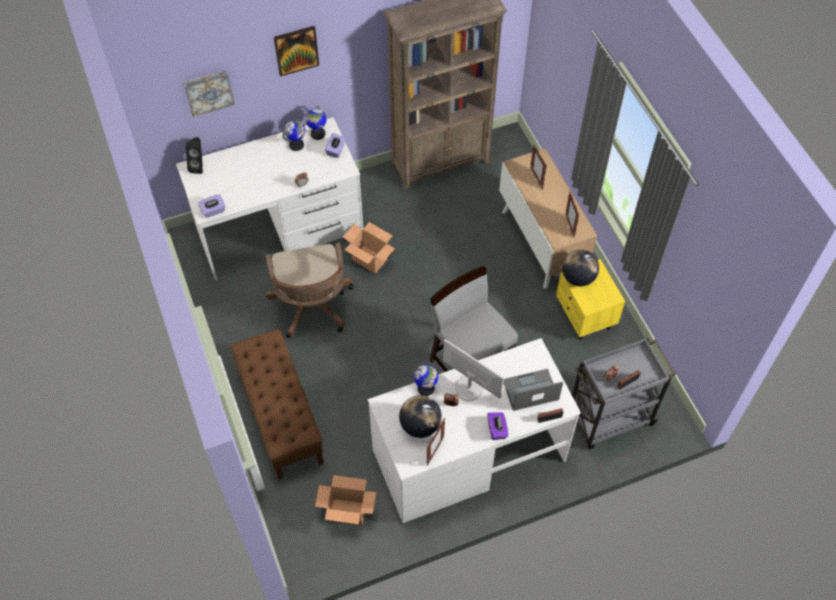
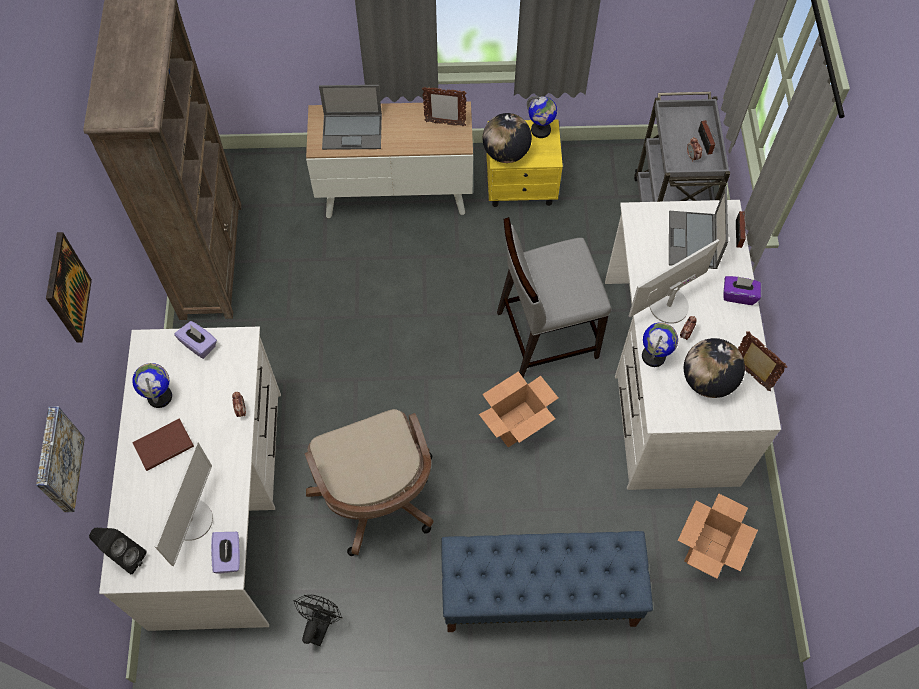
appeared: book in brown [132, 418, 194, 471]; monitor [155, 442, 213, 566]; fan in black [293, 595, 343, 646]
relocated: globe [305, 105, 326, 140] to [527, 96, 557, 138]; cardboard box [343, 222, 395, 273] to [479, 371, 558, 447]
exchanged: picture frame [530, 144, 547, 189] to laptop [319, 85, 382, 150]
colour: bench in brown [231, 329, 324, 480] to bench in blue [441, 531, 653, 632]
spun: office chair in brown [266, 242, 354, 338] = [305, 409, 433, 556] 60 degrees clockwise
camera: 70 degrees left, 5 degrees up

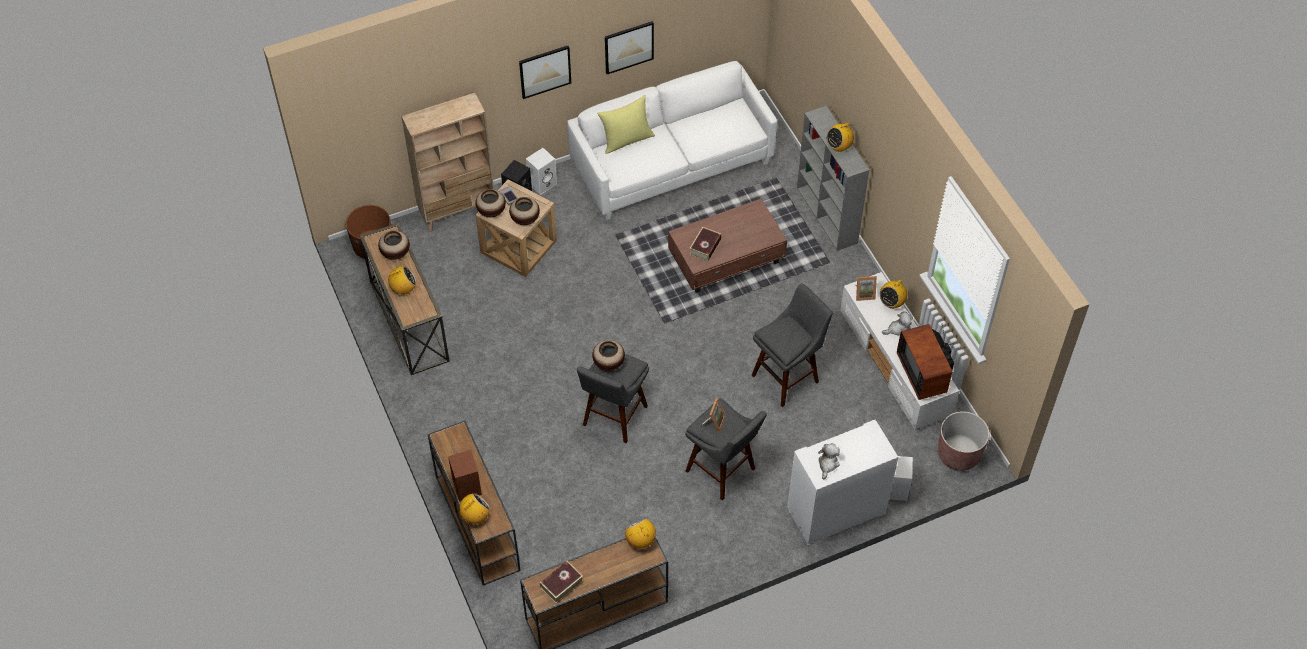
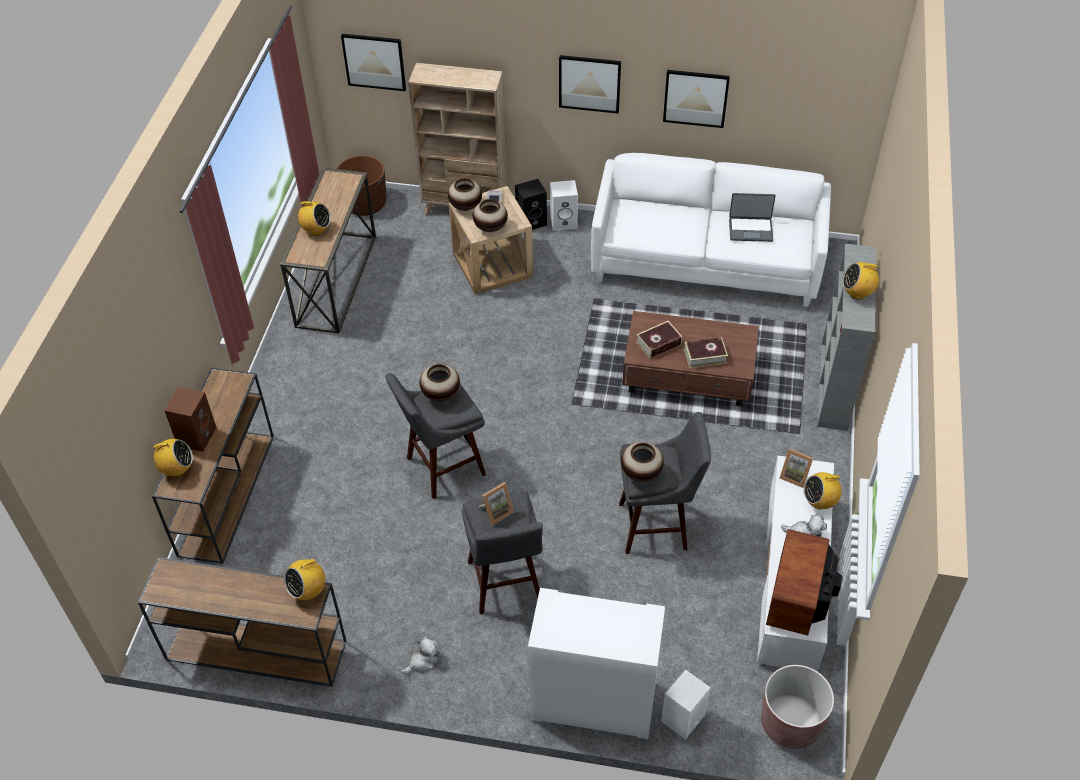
missing: pillow in yellow [597, 95, 655, 154]
appeared: picture [341, 34, 406, 91]; laptop [729, 193, 775, 242]
relocated: vase [378, 230, 410, 260] to [621, 442, 664, 482]; book [540, 561, 583, 604] to [684, 337, 728, 368]; plush toy [818, 443, 840, 480] to [401, 636, 438, 674]
spun: radio [625, 518, 656, 549] = [284, 551, 325, 600] 135 degrees counterclockwise
camera: 35 degrees right, 5 degrees down

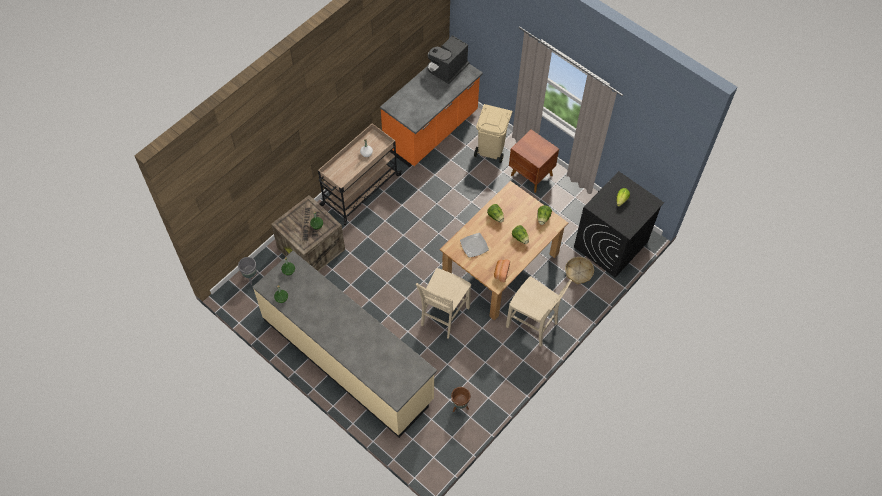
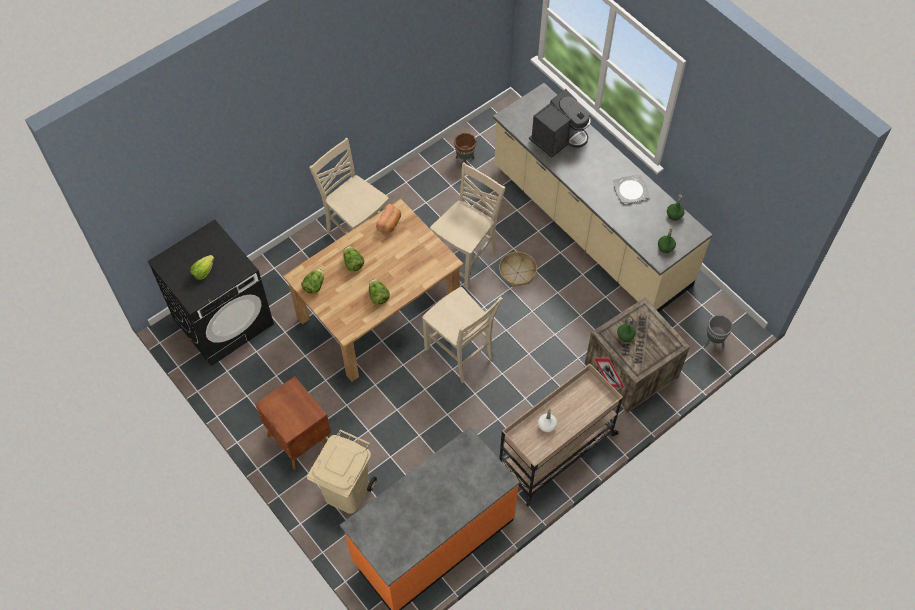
appeared: chair in beige [422, 287, 502, 383]
relocated: coffee machine [427, 35, 469, 84] to [529, 89, 591, 158]; plate [460, 233, 489, 258] to [613, 174, 650, 203]; basket [565, 257, 594, 285] to [499, 252, 537, 287]
camera: 170 degrees left, 0 degrees up

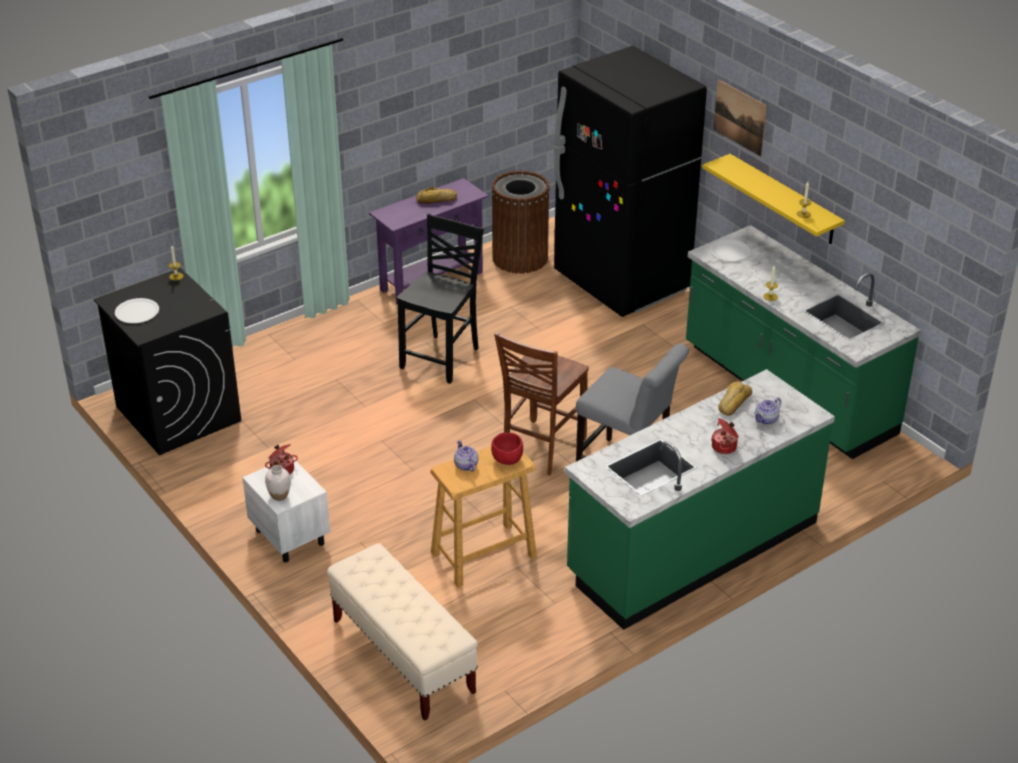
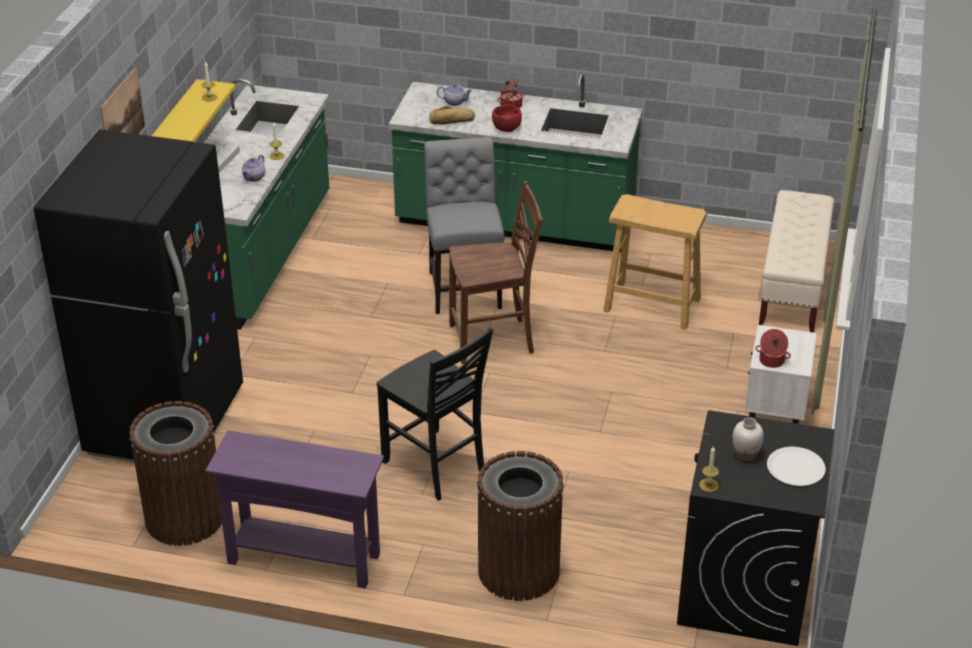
missing: bread [417, 187, 457, 204]
appeared: trash can in brown [477, 451, 564, 601]
relocated: vase in white [265, 465, 291, 501] to [733, 418, 764, 461]; teapot [454, 440, 478, 471] to [242, 155, 265, 182]; bowl in red [491, 433, 523, 465] to [492, 105, 522, 132]
spun: chair in black [397, 213, 484, 384] = [377, 327, 493, 501] 120 degrees counterclockwise
camera: 130 degrees left, 0 degrees up

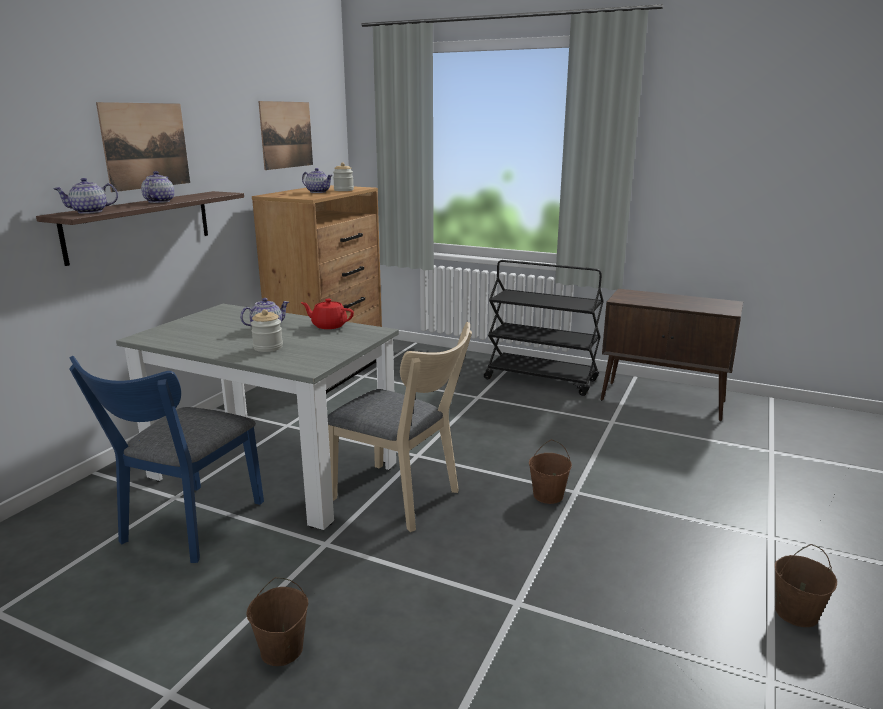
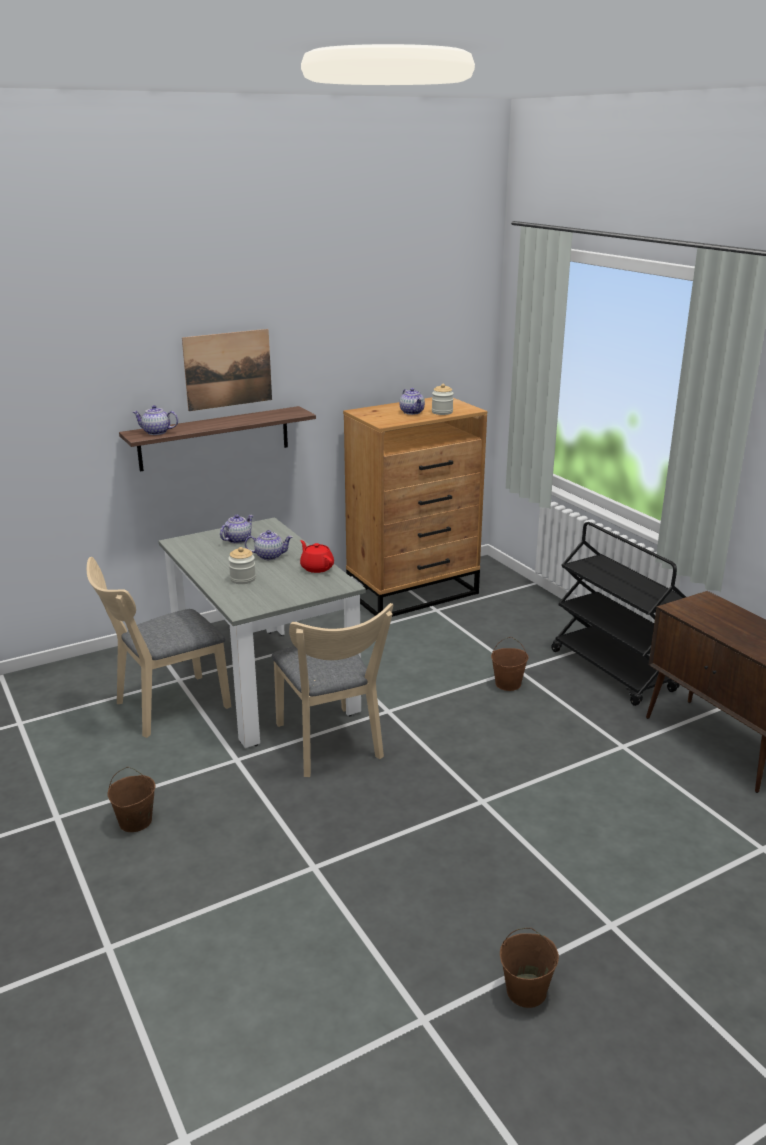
missing: picture [258, 101, 313, 170]
relocated: teapot [141, 171, 174, 203] to [220, 515, 254, 544]; bucket in brown [529, 440, 572, 504] to [491, 637, 528, 691]
colour: chair in blue [69, 356, 264, 563] to chair in beige [86, 557, 231, 738]
camera: 35 degrees right, 5 degrees up

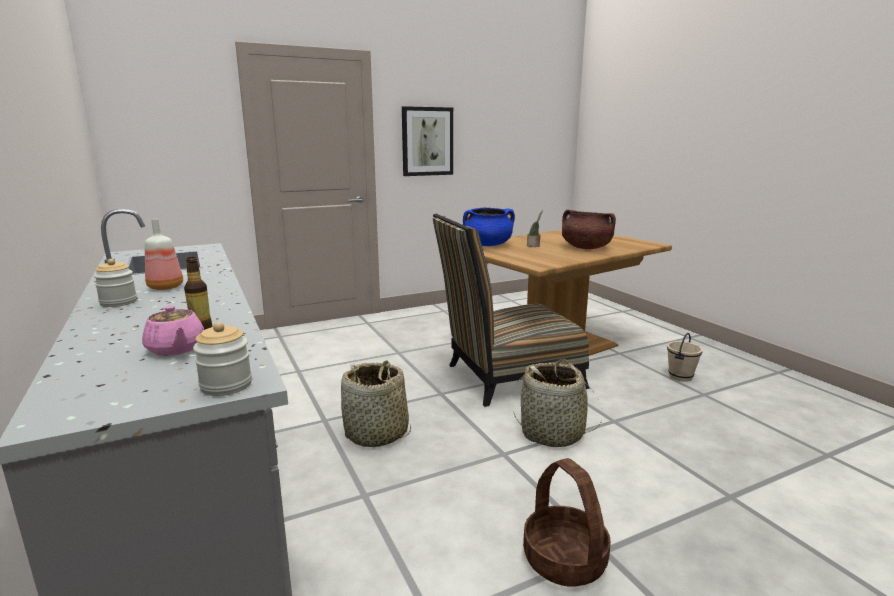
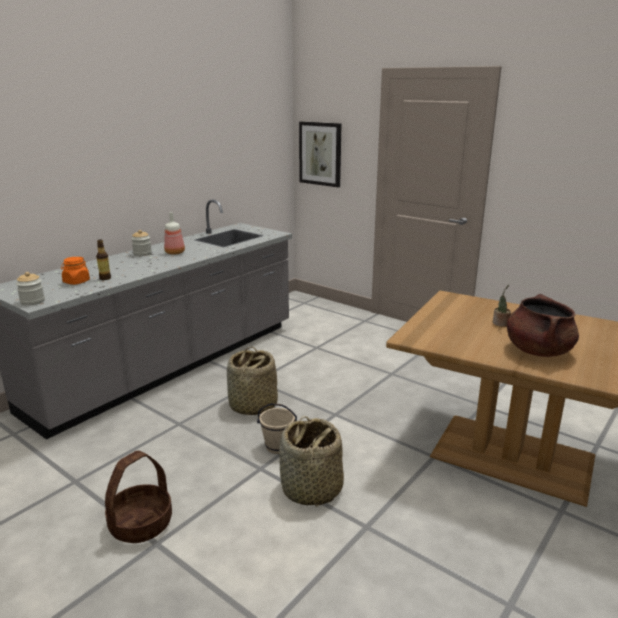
missing: chair [433, 214, 589, 407]; cooking pot in blue [463, 207, 515, 246]
relocated: picture [402, 106, 453, 176] to [299, 121, 342, 187]; bucket in beige [667, 333, 703, 382] to [257, 403, 297, 454]
exchanged: teapot in pink [142, 306, 204, 356] to jar in orange [61, 257, 90, 285]
camera: 65 degrees right, 5 degrees up

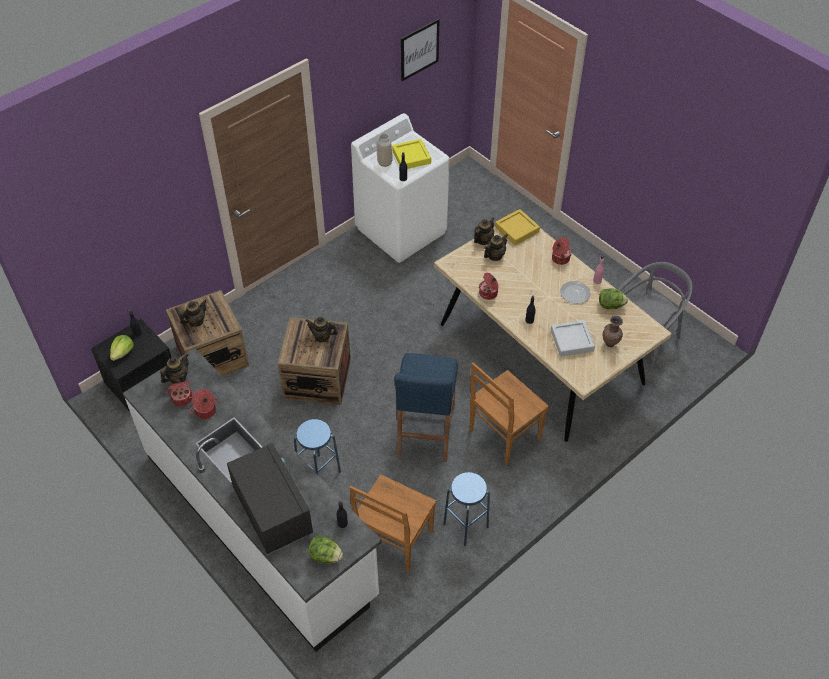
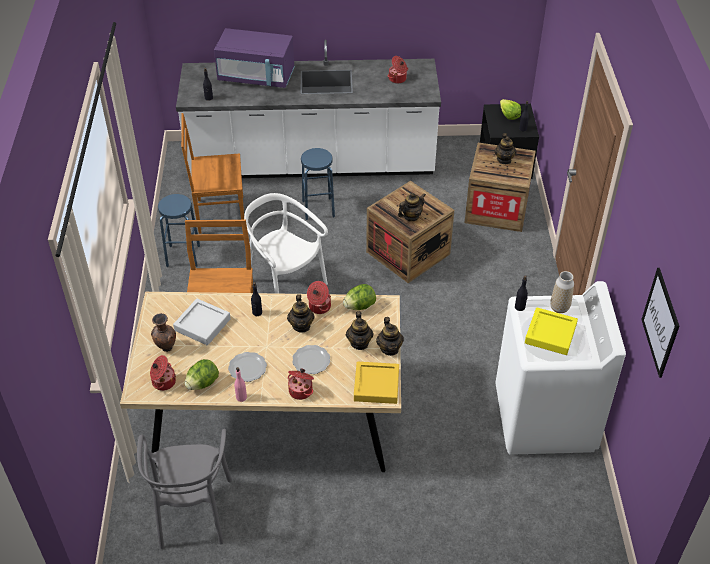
appeared: plate [292, 345, 330, 374]
relocated: teapot [160, 354, 189, 384] to [287, 294, 315, 333]; cooking pot [190, 389, 219, 419] to [150, 355, 176, 391]; lettuce [308, 536, 343, 564] to [343, 284, 376, 310]
exchanged: stool in blue [394, 353, 458, 462] to chair in white [244, 193, 328, 294]
colour: microwave in black [227, 443, 313, 555] to microwave in purple [214, 28, 295, 88]
spun: chair in brown [350, 474, 436, 573] = [181, 113, 244, 234] 75 degrees counterclockwise
camera: 130 degrees right, 5 degrees down

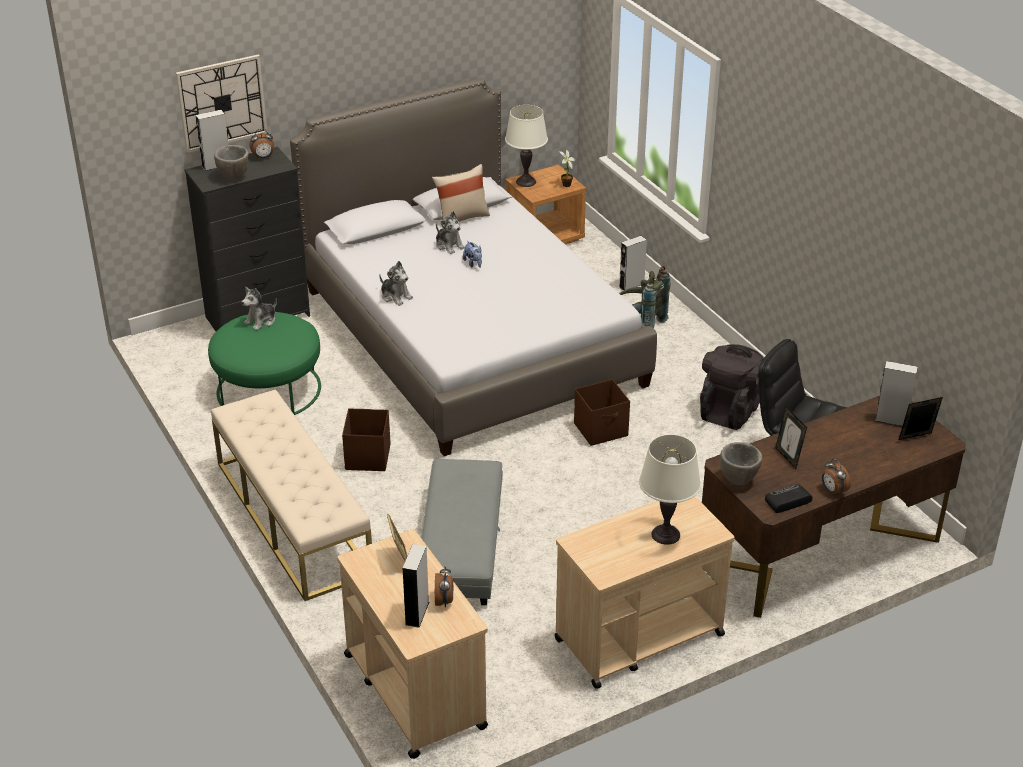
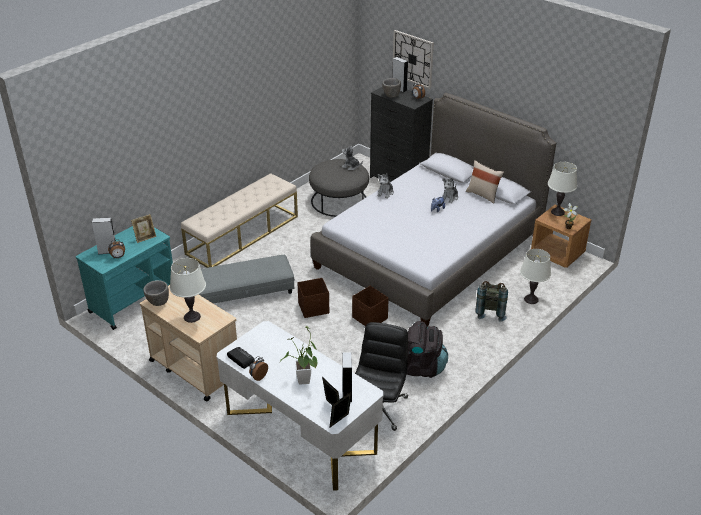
appeared: potted plant [280, 326, 317, 385]
relocated: storage box in brown [342, 408, 391, 471] to [297, 278, 329, 318]; bowl in grey [720, 442, 762, 485] to [143, 280, 169, 306]; picture frame [775, 407, 807, 469] to [329, 391, 352, 428]
exchanged: speaker in grey [619, 236, 647, 291] to table lamp in white [520, 249, 551, 304]
colour: ottoman in green [208, 312, 321, 415] to ottoman in grey [309, 159, 369, 217]; cart in beige [337, 529, 488, 759] to cart in turquoise [76, 226, 173, 330]; desk in brown [702, 396, 966, 618] to desk in white [217, 321, 383, 491]
camera: 70 degrees right, 0 degrees up

